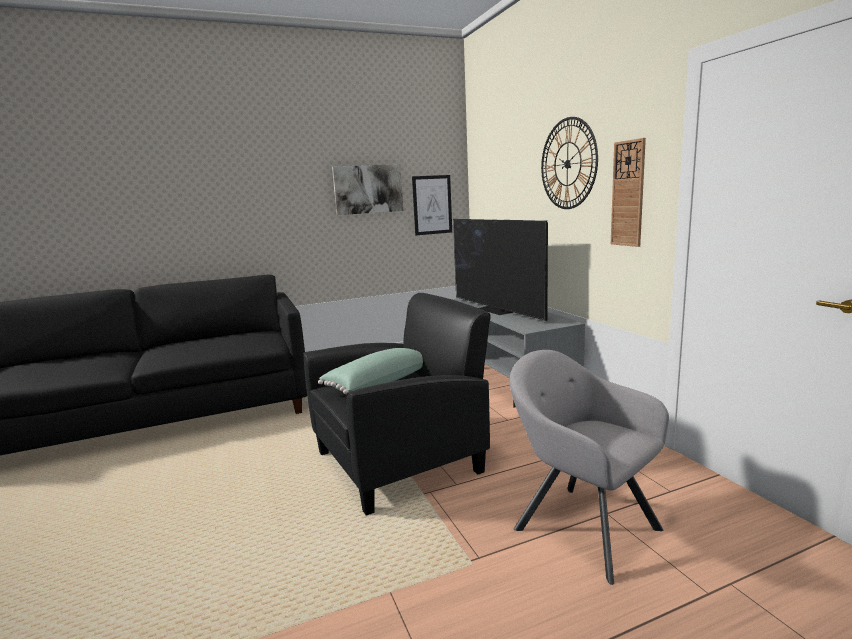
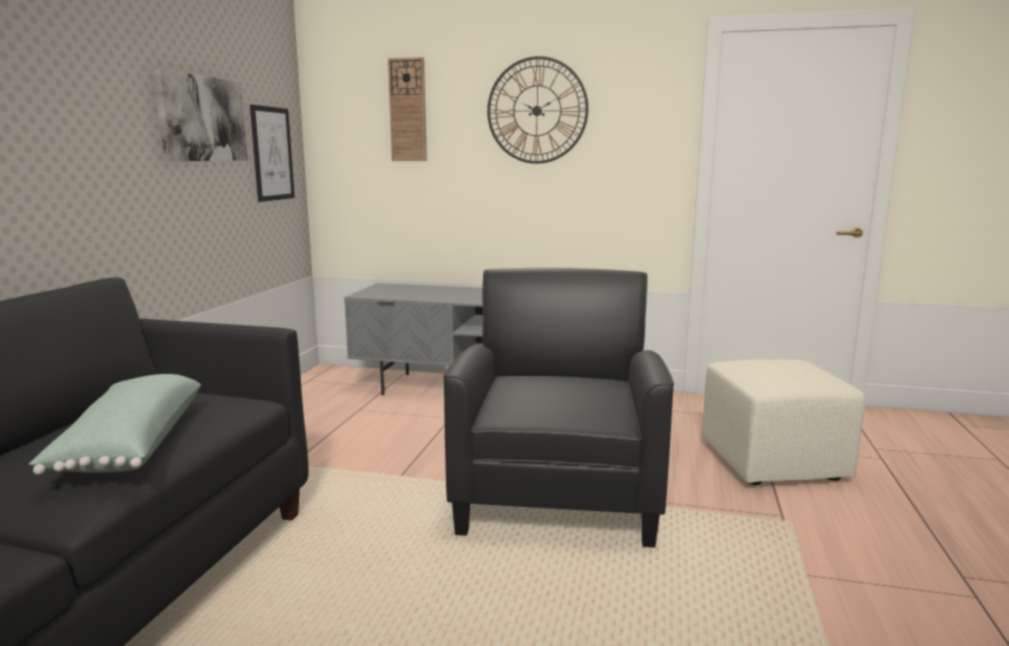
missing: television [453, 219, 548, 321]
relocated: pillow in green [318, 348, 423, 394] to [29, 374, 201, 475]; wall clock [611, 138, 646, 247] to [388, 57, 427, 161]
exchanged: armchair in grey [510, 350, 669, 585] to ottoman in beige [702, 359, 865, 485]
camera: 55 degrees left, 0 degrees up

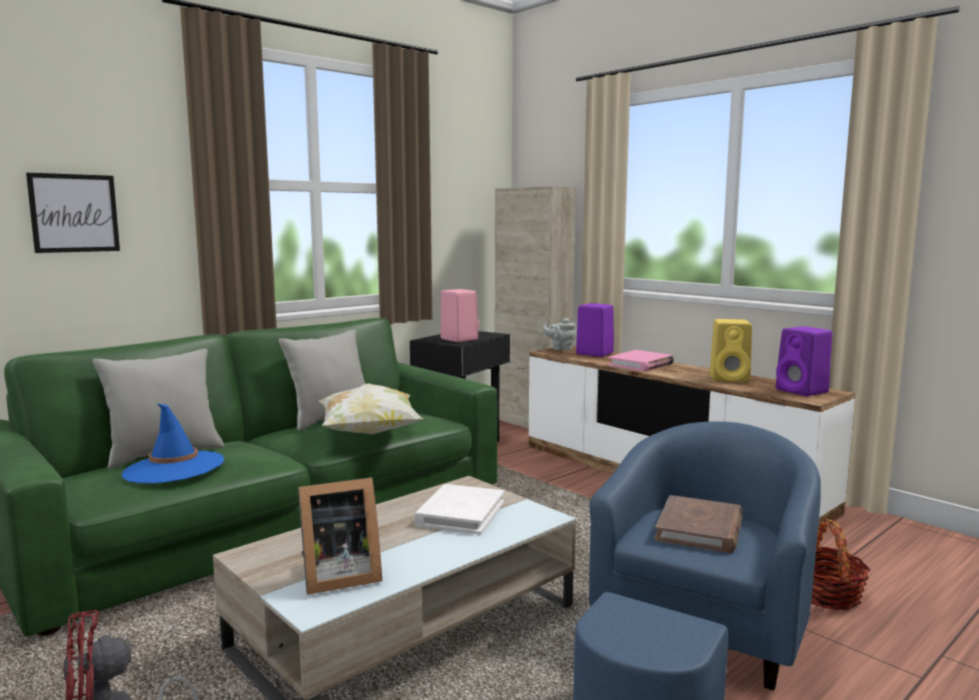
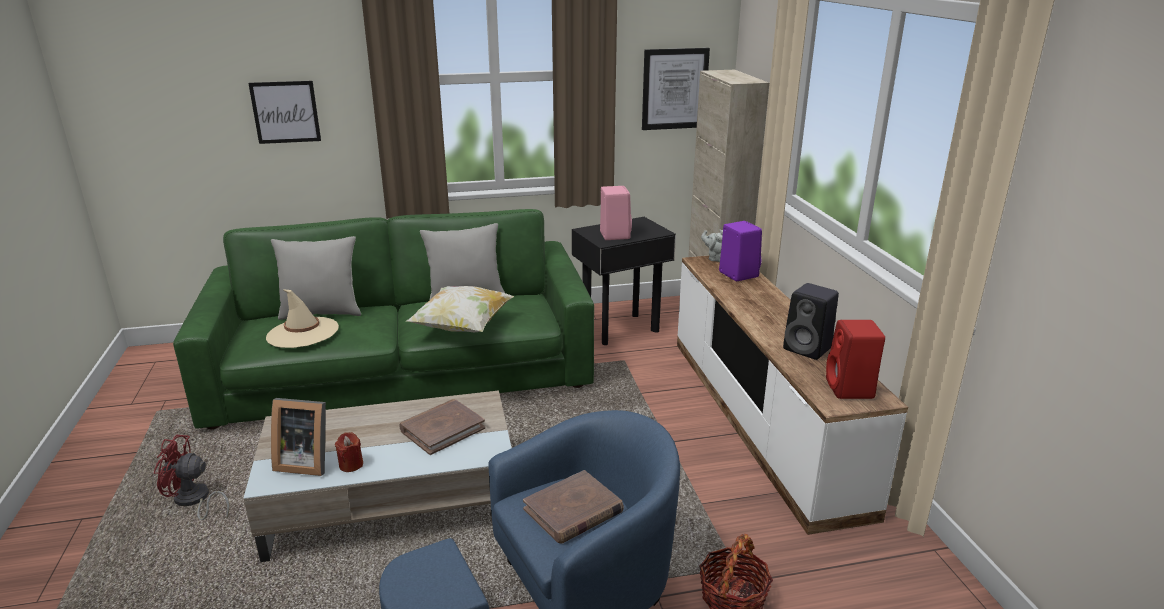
missing: book in pink [607, 350, 674, 371]
appeared: candle in red [335, 432, 363, 472]; picture [642, 48, 710, 130]
colour: hat in blue [122, 403, 224, 484] to hat in beige [266, 289, 339, 348]; book in white [413, 484, 504, 534] to book in brown [399, 399, 485, 455]; speaker in yellow [710, 319, 752, 382] to speaker in black [783, 283, 839, 360]; speaker in purple [776, 326, 832, 396] to speaker in red [826, 320, 885, 399]
camera: 30 degrees right, 15 degrees up

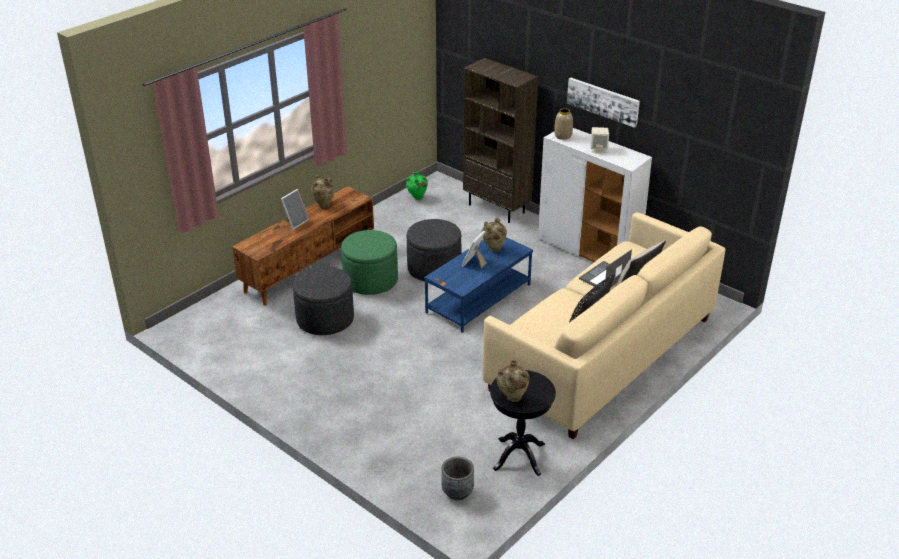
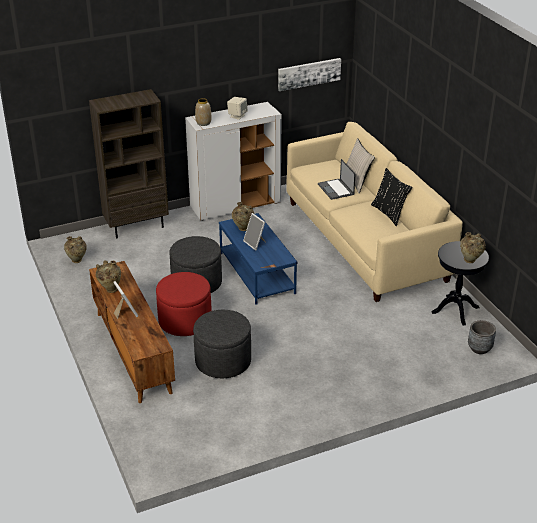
relocated: picture [567, 78, 640, 128] to [278, 58, 341, 91]
colour: ottoman in green [341, 230, 398, 295] to ottoman in red [156, 272, 212, 336]; vase in green [406, 171, 428, 200] to vase in beige [64, 236, 87, 263]
camera: 65 degrees left, 0 degrees up

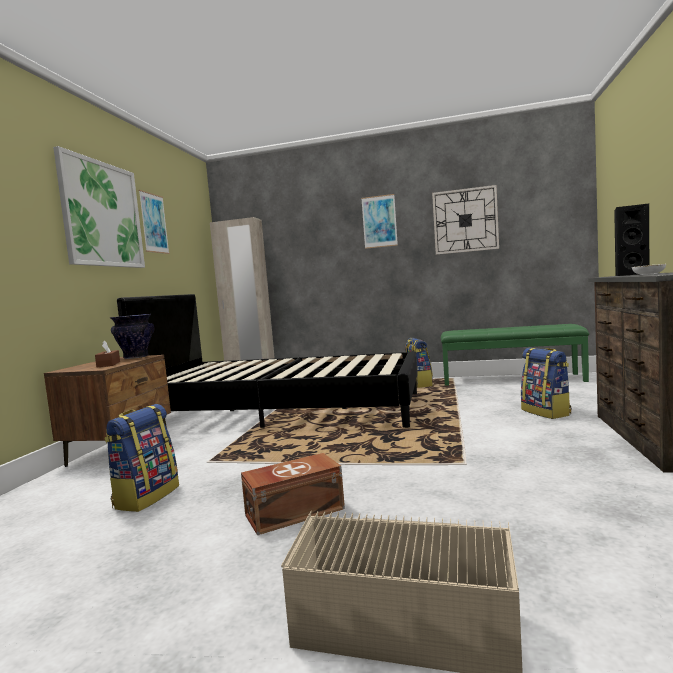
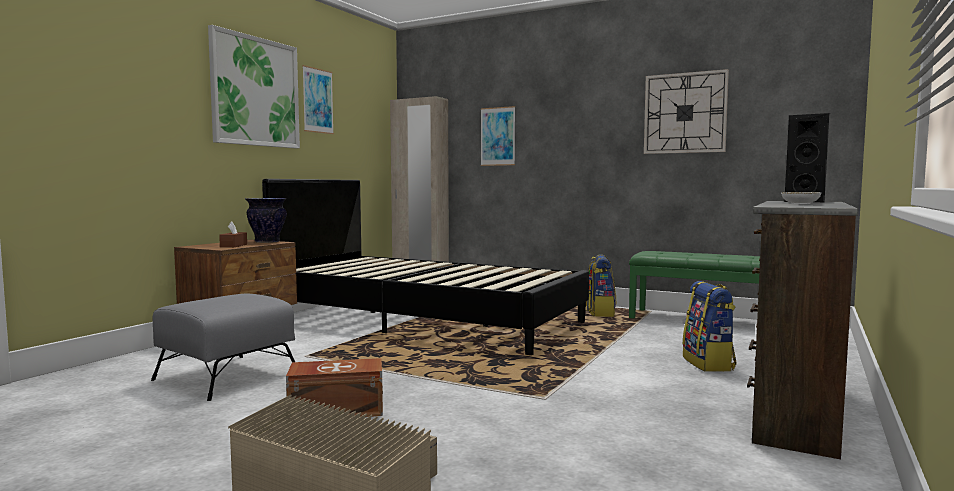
relocated: picture [361, 194, 398, 249] to [481, 106, 515, 166]
exchanged: backpack [104, 404, 179, 512] to ottoman in grey [151, 294, 295, 401]
camera: 15 degrees right, 0 degrees up

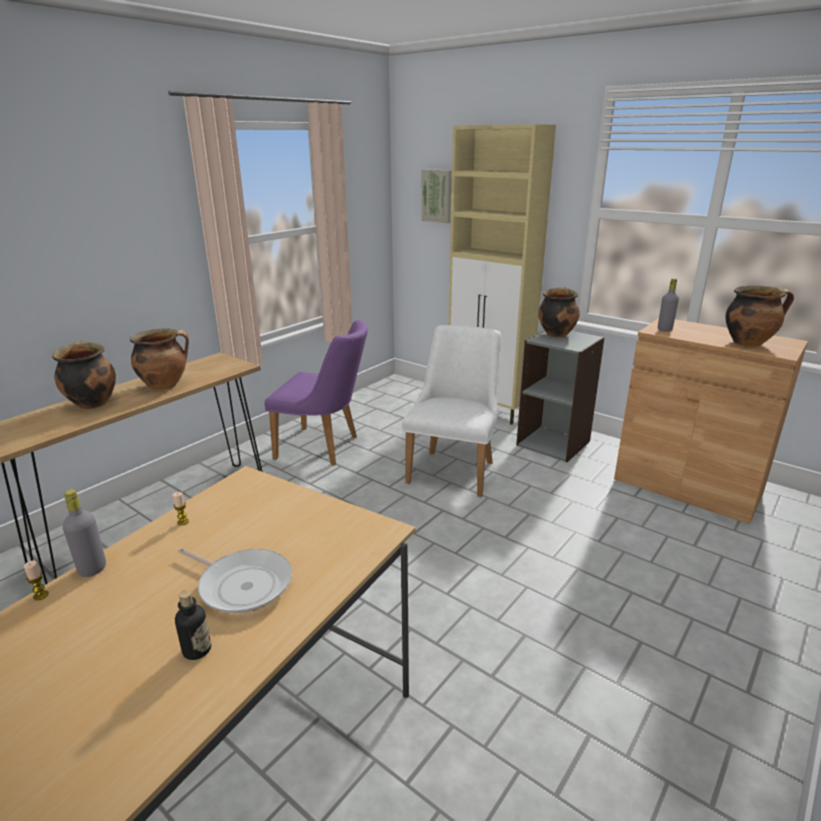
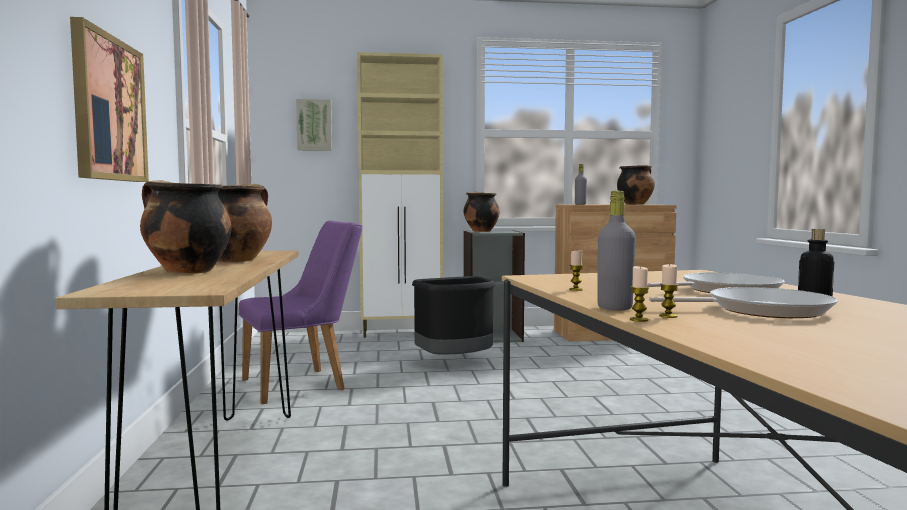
appeared: picture [70, 17, 149, 182]; frying pan [649, 287, 838, 318]; candle [659, 264, 679, 318]
exchanged: chair in white [402, 325, 501, 497] to trash can in black [412, 276, 496, 354]
camera: 45 degrees left, 20 degrees down

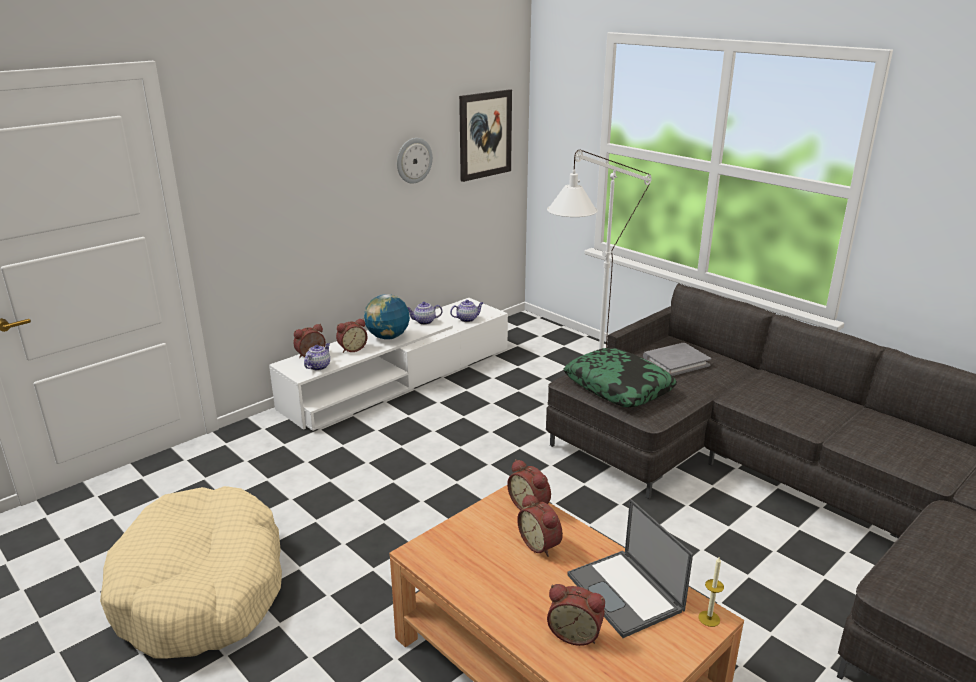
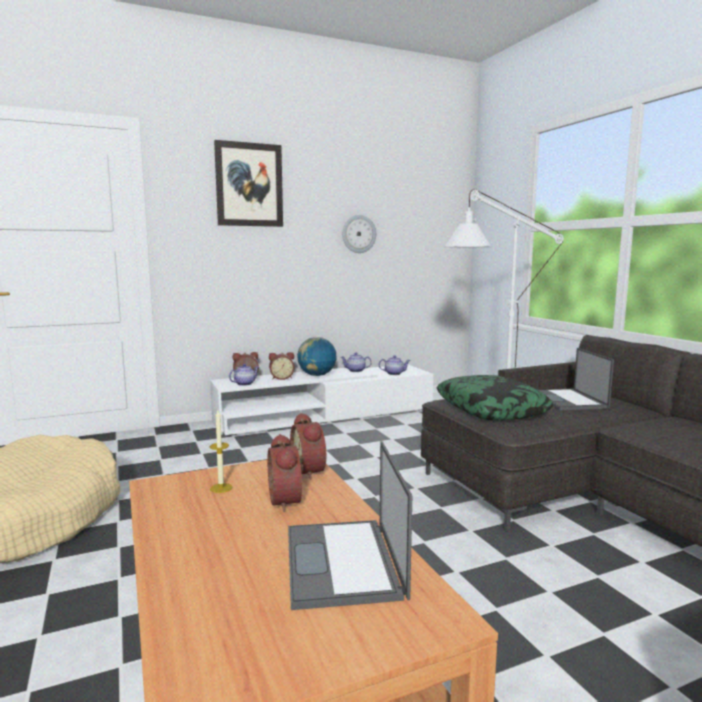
missing: alarm clock [547, 584, 605, 646]
relocated: picture [459, 89, 512, 182] to [214, 140, 283, 227]; candle [698, 556, 724, 627] to [210, 410, 232, 493]
exchanged: book in grey [643, 343, 711, 376] to laptop [539, 348, 614, 410]
camera: 20 degrees right, 15 degrees down

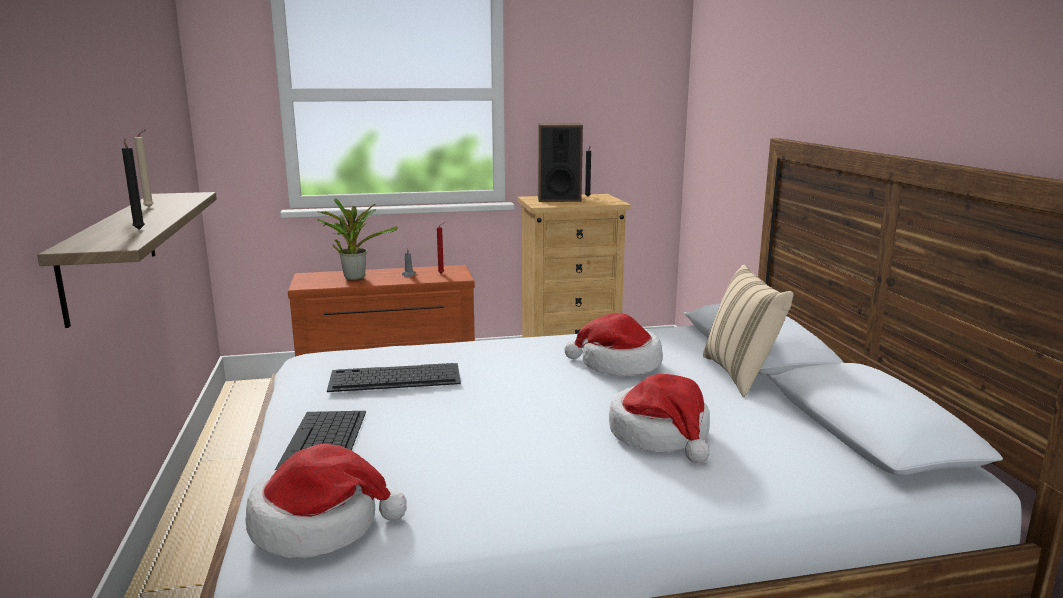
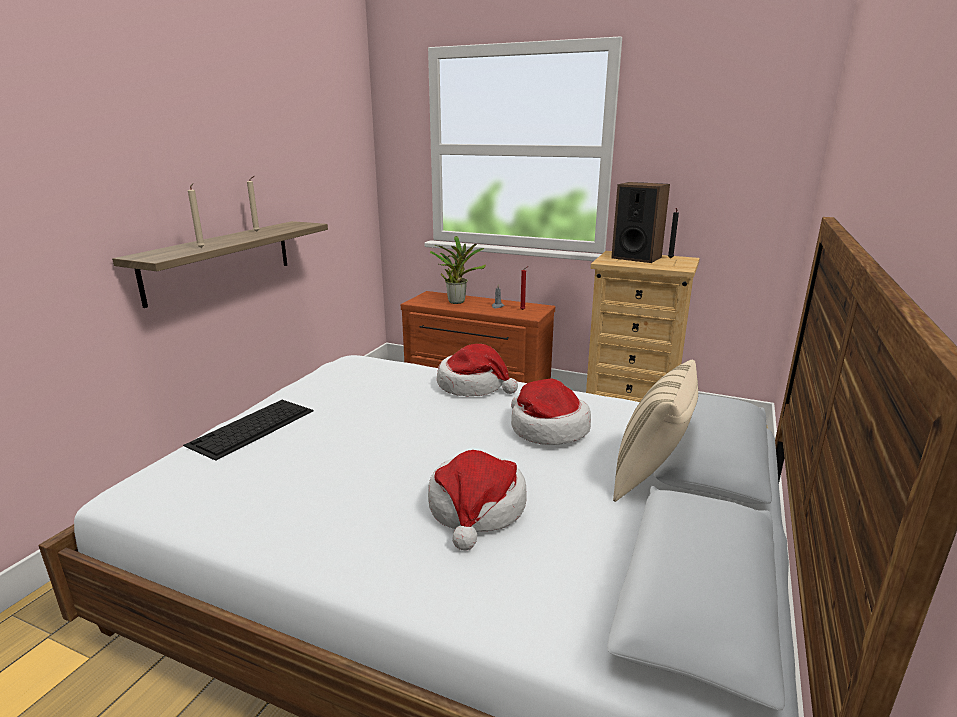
missing: keyboard [327, 363, 461, 392]
relocated: hat [246, 444, 407, 558] to [437, 344, 518, 396]
colour: candle in black [122, 138, 145, 230] to candle in beige [188, 183, 205, 248]
camera: 35 degrees right, 5 degrees up

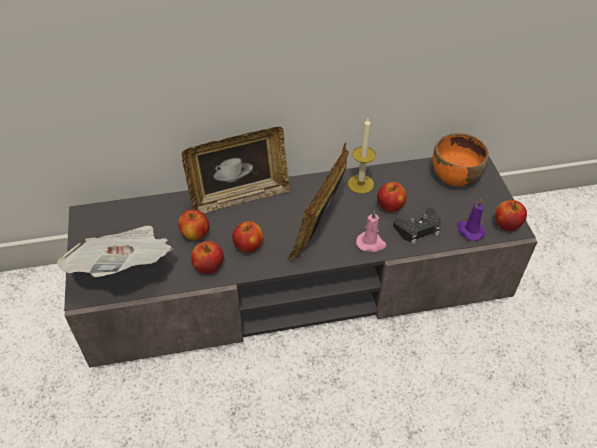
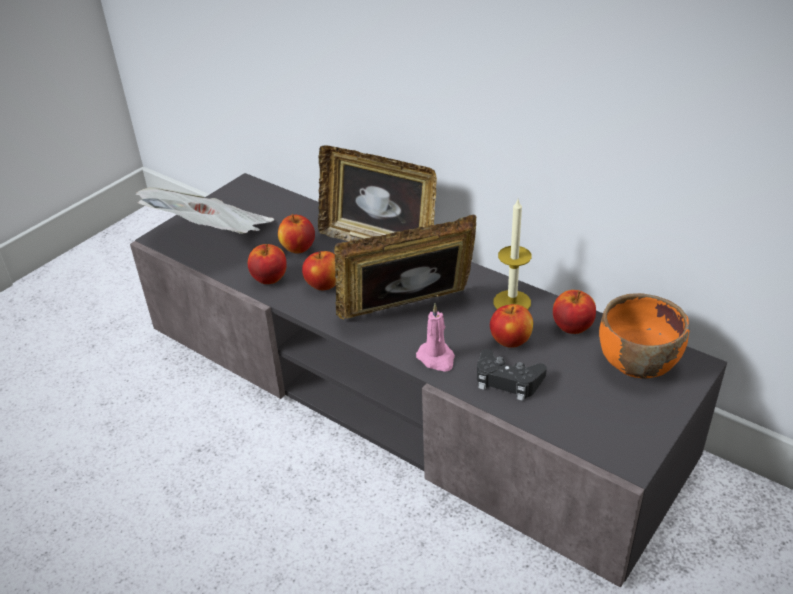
missing: candle in purple [457, 199, 485, 241]
relocated: apple [495, 200, 527, 231] to [553, 290, 596, 334]
camera: 50 degrees right, 10 degrees down

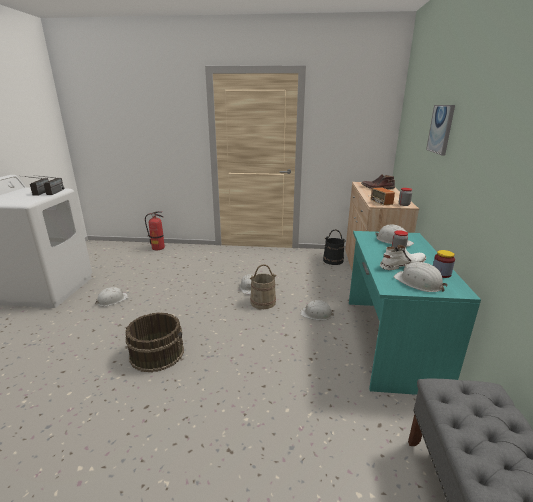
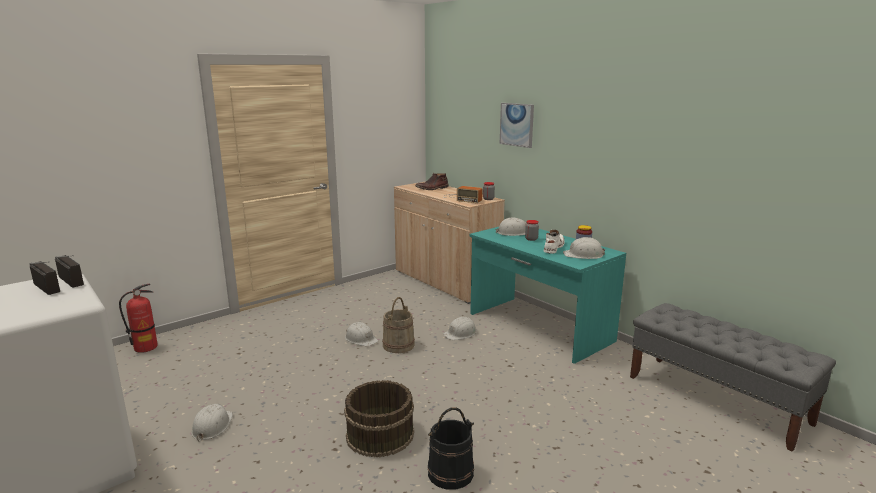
relocated: bucket in black [323, 230, 346, 265] to [428, 407, 474, 490]
camera: 45 degrees left, 5 degrees down

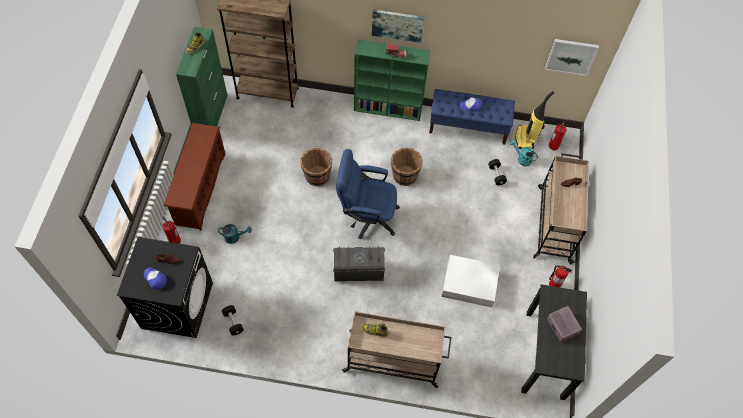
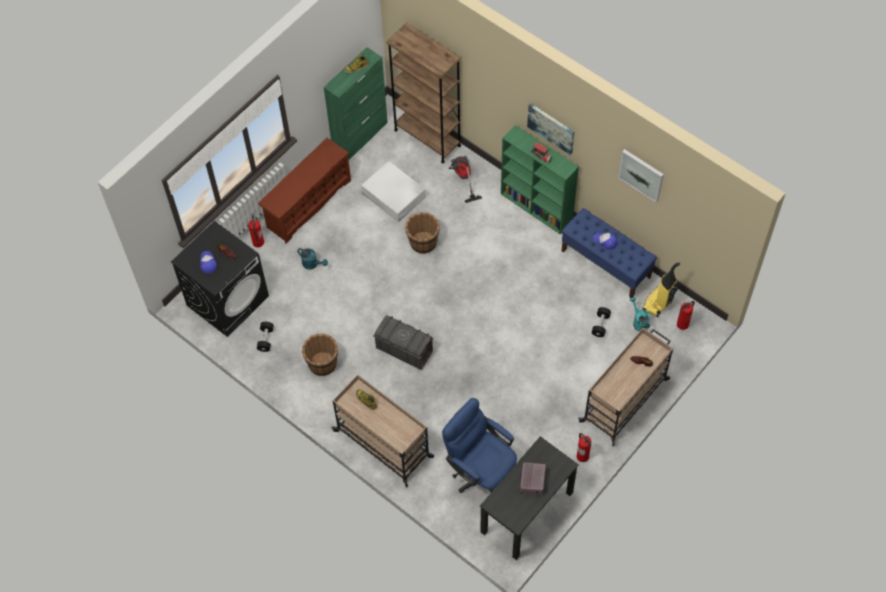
appeared: vacuum cleaner [448, 156, 482, 203]
relocated: office chair in blue [336, 149, 400, 239] to [442, 398, 517, 493]; bucket in brown [391, 148, 423, 186] to [302, 334, 338, 376]; storage box in white [441, 255, 500, 307] to [361, 161, 426, 222]; picture [545, 39, 599, 76] to [618, 149, 664, 203]
camera: 35 degrees right, 0 degrees up

